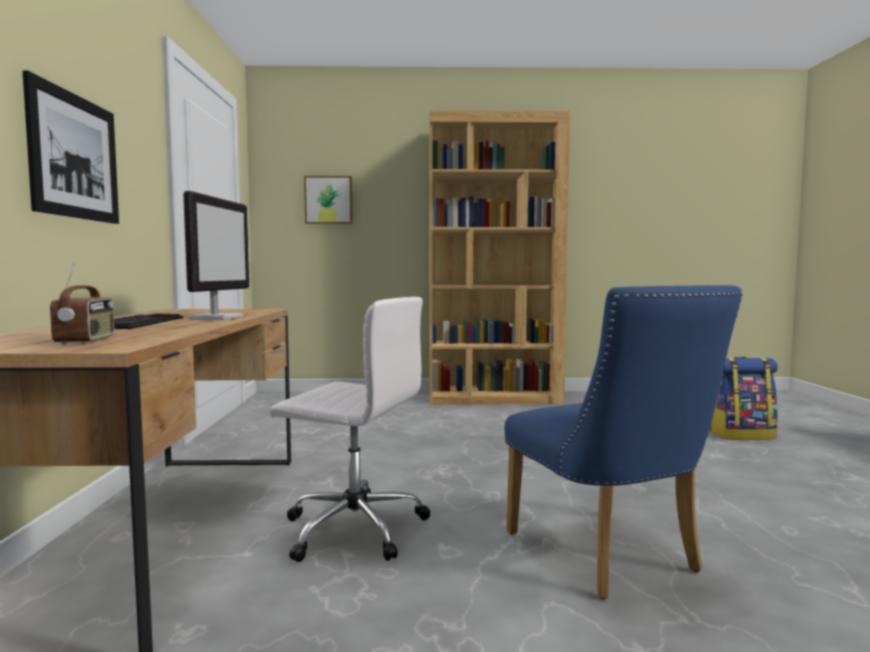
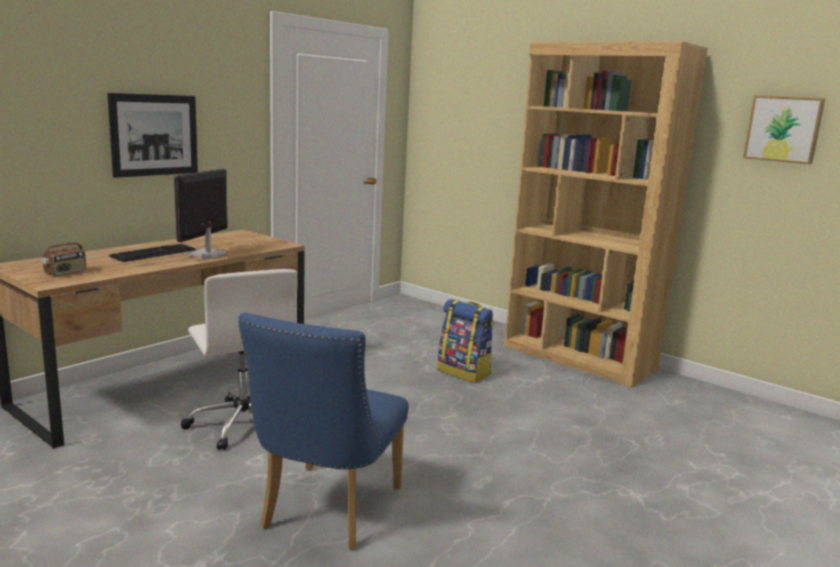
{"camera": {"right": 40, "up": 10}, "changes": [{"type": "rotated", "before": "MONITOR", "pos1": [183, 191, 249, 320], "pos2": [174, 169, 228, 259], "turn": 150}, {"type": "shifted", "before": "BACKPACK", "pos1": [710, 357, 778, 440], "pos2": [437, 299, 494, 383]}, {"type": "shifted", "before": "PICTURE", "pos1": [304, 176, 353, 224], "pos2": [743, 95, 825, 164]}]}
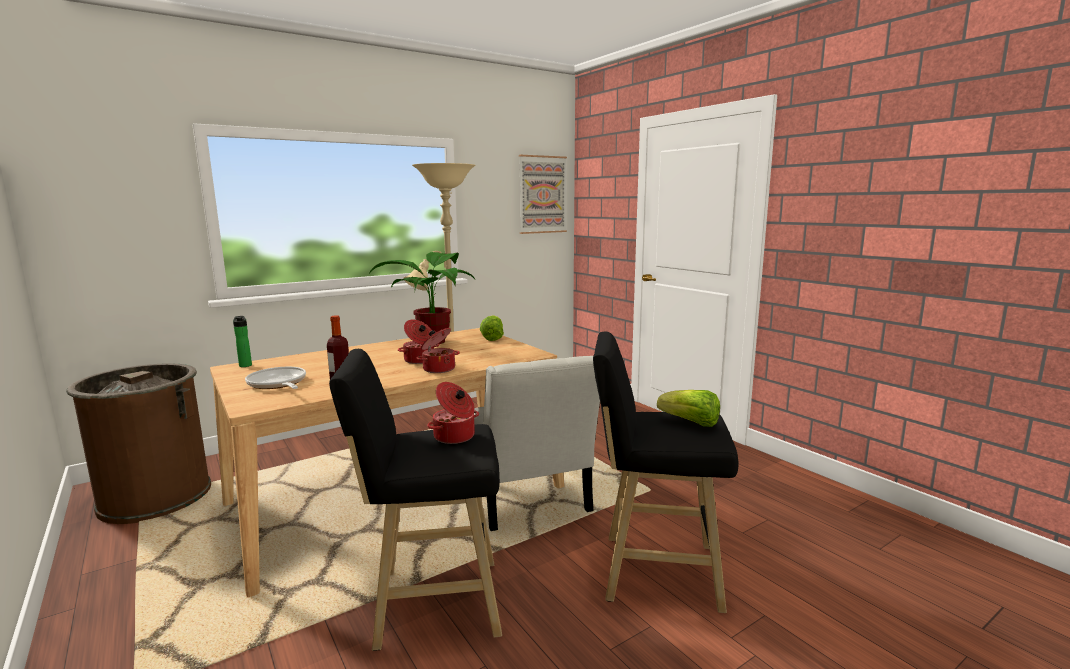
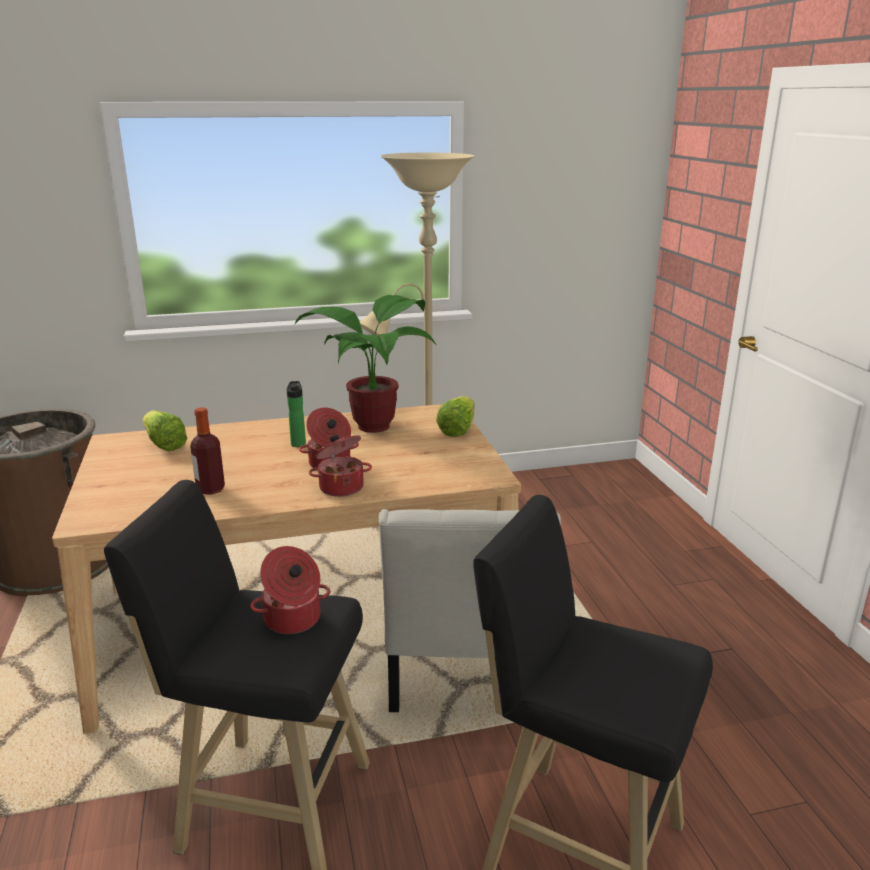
{"camera": {"right": 20, "up": 10}, "changes": [{"type": "shifted", "before": "LETTUCE", "pos1": [657, 390, 720, 427], "pos2": [143, 410, 188, 451]}, {"type": "shifted", "before": "BOTTLE", "pos1": [233, 316, 252, 367], "pos2": [287, 381, 306, 447]}, {"type": "gone", "before": "FRYING PAN", "pos1": [245, 367, 306, 389]}, {"type": "gone", "before": "PICTURE", "pos1": [519, 155, 567, 234]}]}
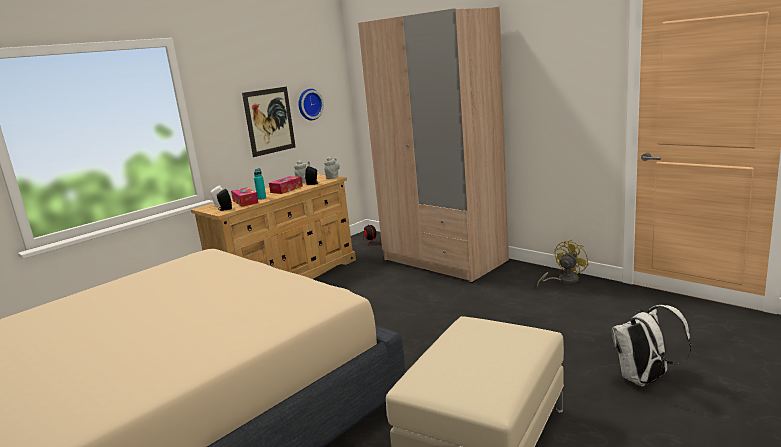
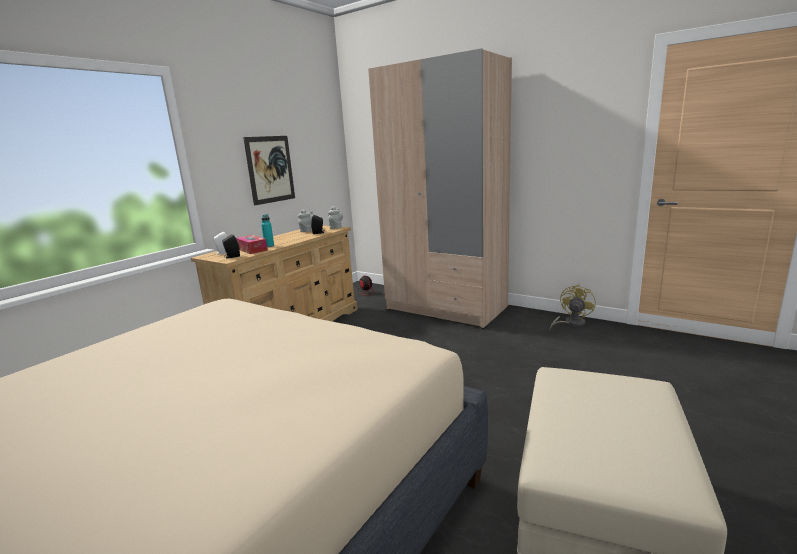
{"camera": {"right": -10, "up": 0}, "changes": [{"type": "gone", "before": "TISSUE BOX", "pos1": [269, 176, 303, 194]}, {"type": "gone", "before": "WALL CLOCK", "pos1": [298, 89, 324, 120]}, {"type": "gone", "before": "WHITE BACKPACK", "pos1": [612, 305, 691, 387]}]}
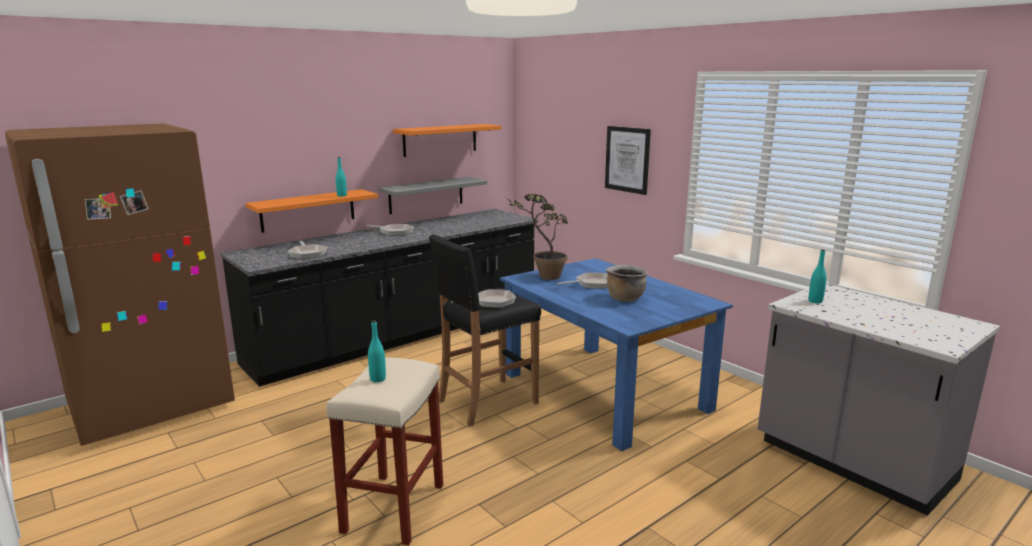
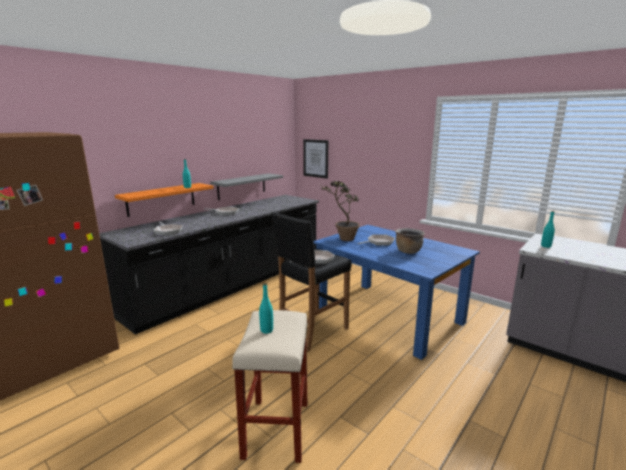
{"camera": {"right": -10, "up": 0}, "changes": [{"type": "shifted", "before": "PICTURE", "pos1": [605, 126, 651, 195], "pos2": [303, 139, 328, 179]}, {"type": "gone", "before": "ORANGE SHELF", "pos1": [393, 124, 501, 157]}]}
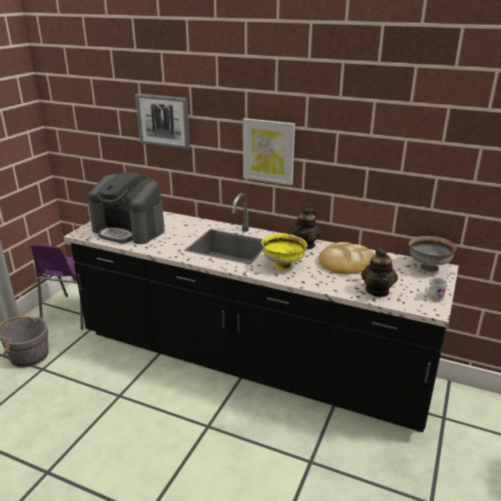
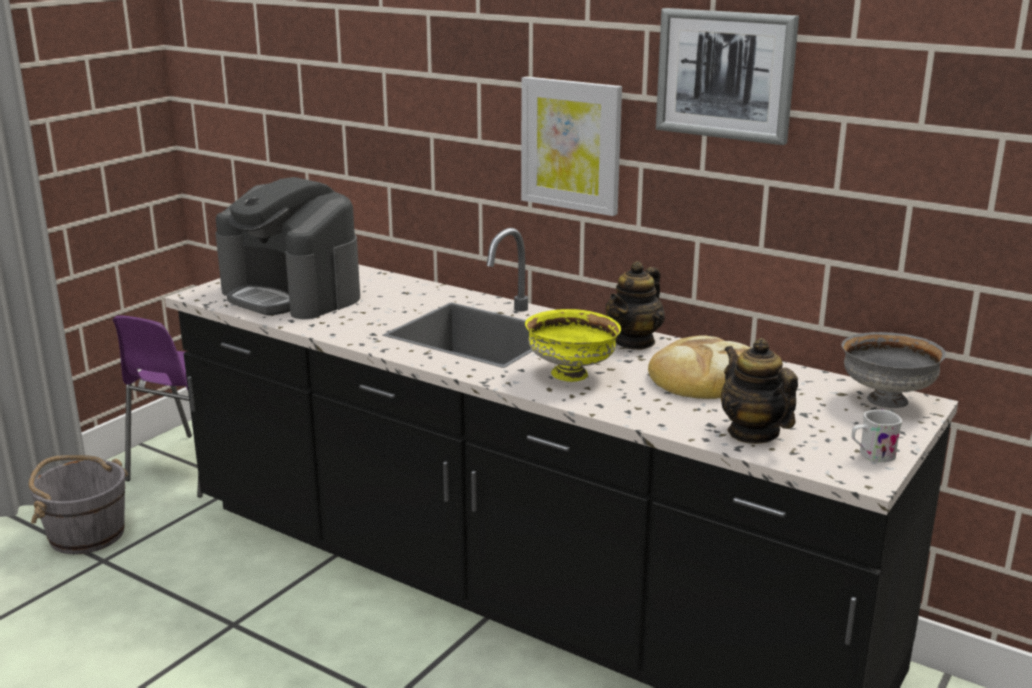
{"camera": {"right": 10, "up": -5}, "changes": [{"type": "shifted", "before": "PICTURE", "pos1": [135, 93, 190, 150], "pos2": [656, 8, 799, 145]}, {"type": "rotated", "before": "TEAPOT", "pos1": [361, 248, 398, 297], "pos2": [721, 338, 798, 444], "turn": 135}]}
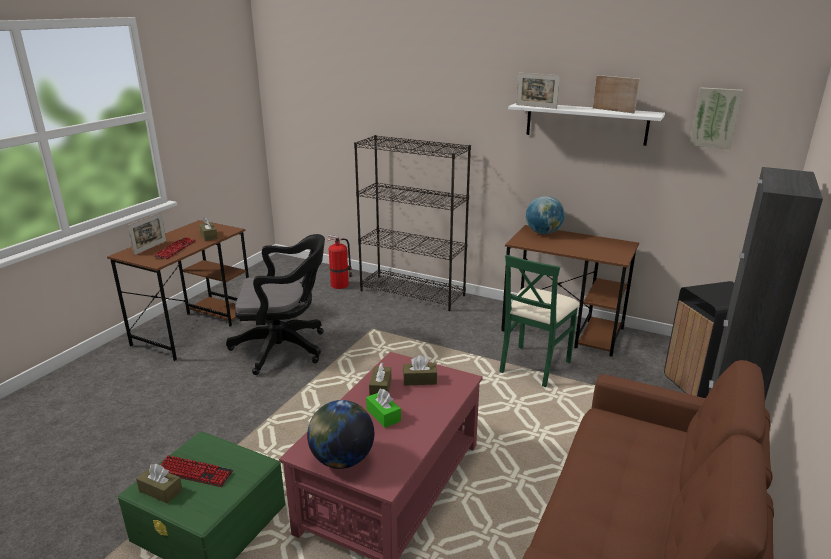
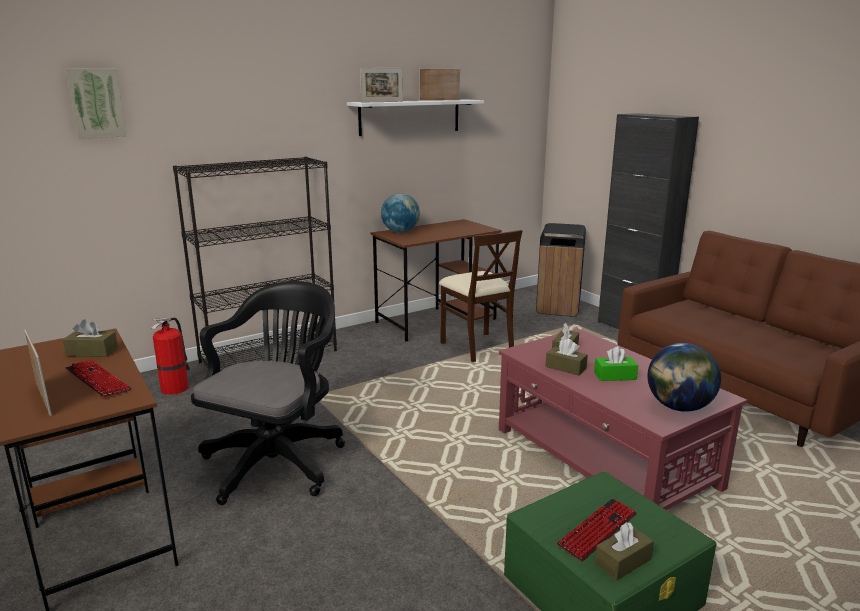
{"camera": {"right": -60, "up": -5}, "changes": [{"type": "shifted", "before": "PICTURE", "pos1": [690, 87, 743, 149], "pos2": [66, 69, 127, 139]}, {"type": "repainted", "before": "GREEN CHAIR", "after": "BEIGE CHAIR", "pos1": [499, 255, 580, 387], "pos2": [439, 230, 522, 362]}]}
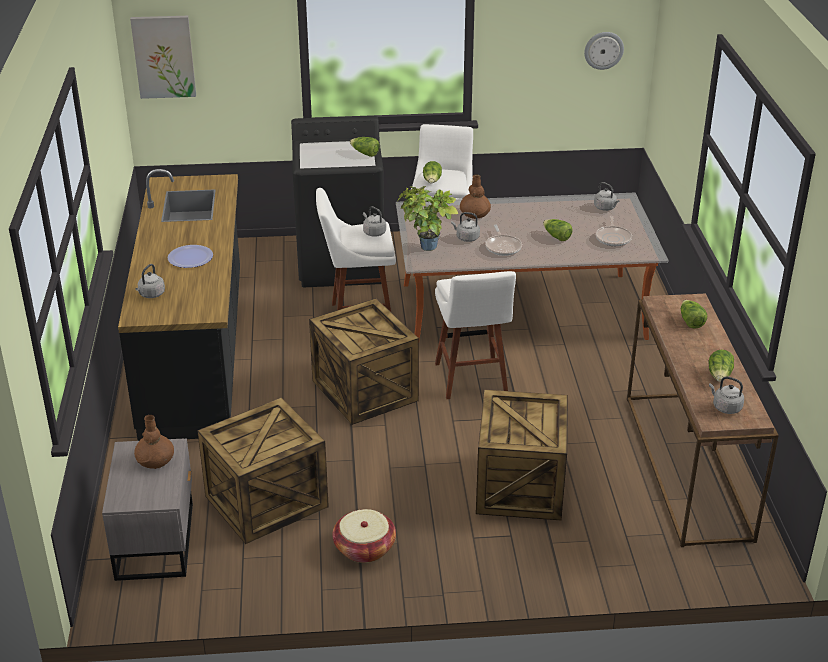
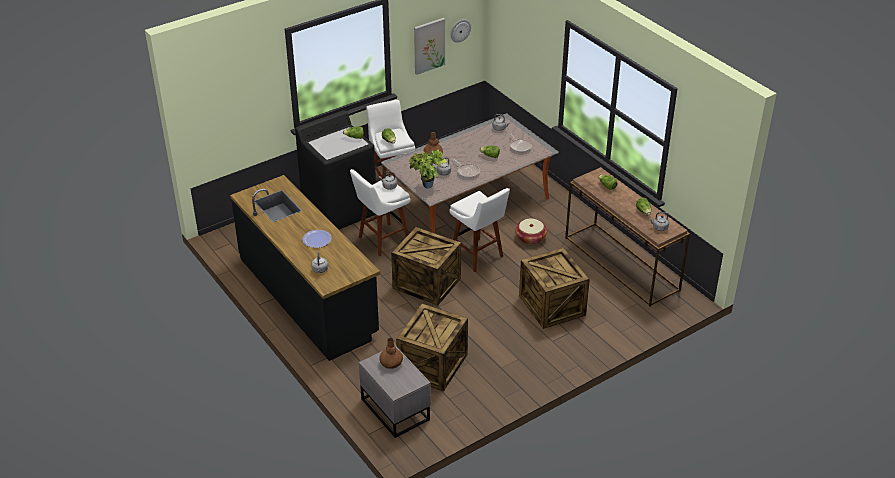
{"camera": {"right": -30, "up": 5}, "changes": [{"type": "shifted", "before": "PICTURE", "pos1": [130, 16, 196, 99], "pos2": [414, 18, 445, 75]}, {"type": "shifted", "before": "BASKET", "pos1": [332, 509, 396, 563], "pos2": [515, 218, 547, 245]}]}
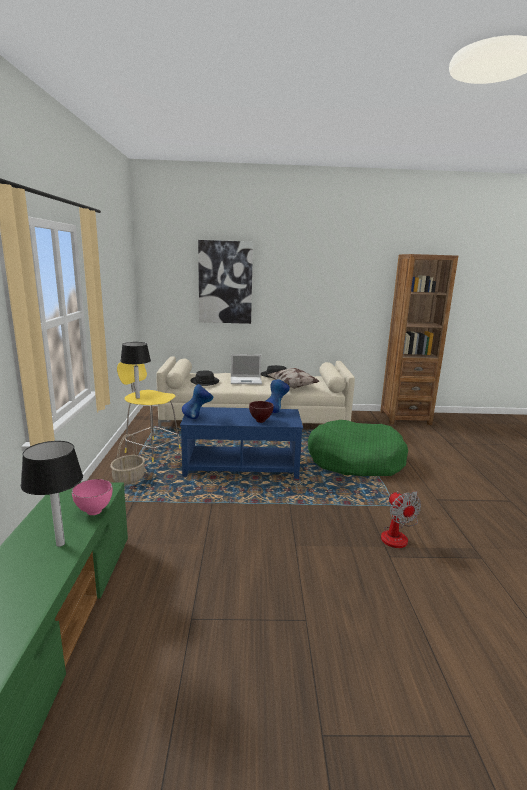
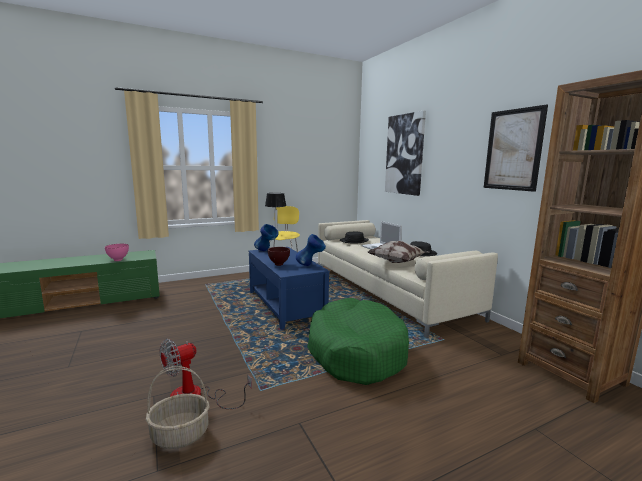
{"camera": {"right": 65, "up": -5}, "changes": [{"type": "shifted", "before": "BASKET", "pos1": [110, 434, 145, 485], "pos2": [146, 366, 209, 449]}, {"type": "new", "after": "PICTURE", "pos2": [484, 105, 548, 192]}, {"type": "gone", "before": "TABLE LAMP", "pos1": [21, 441, 83, 547]}]}
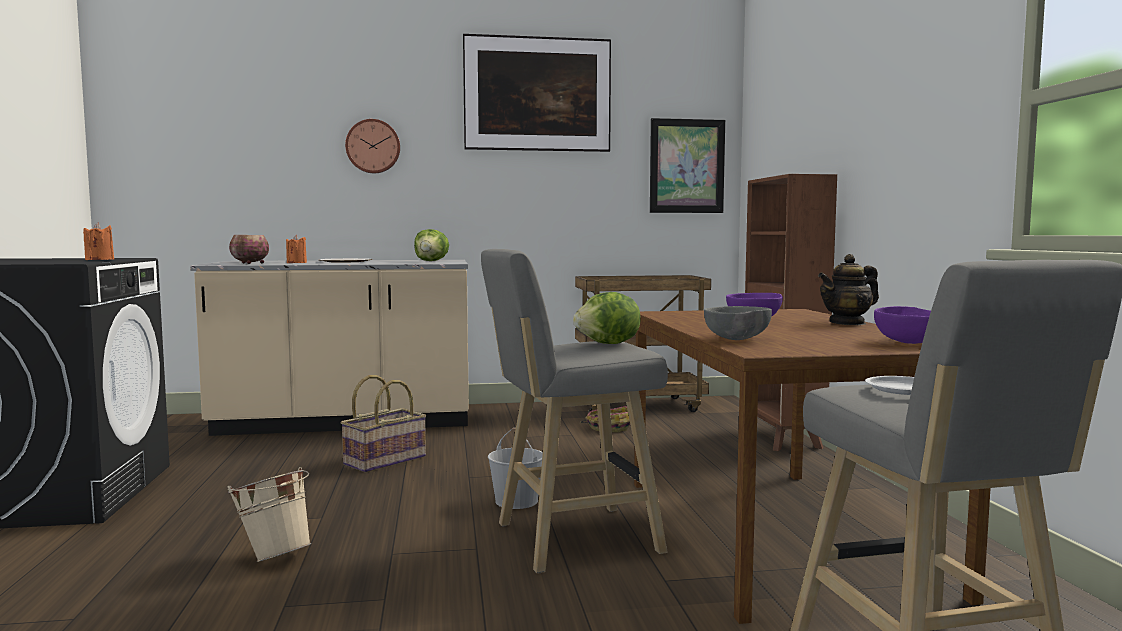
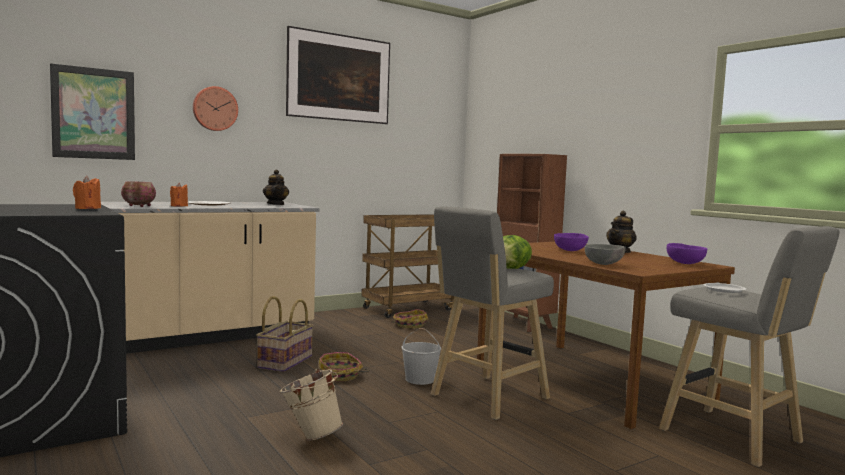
{"camera": {"right": -25, "up": 0}, "changes": [{"type": "shifted", "before": "PICTURE", "pos1": [650, 118, 725, 213], "pos2": [50, 63, 135, 160]}, {"type": "swapped", "before": "LETTUCE", "after": "TEAPOT", "pos1": [414, 229, 449, 261], "pos2": [263, 170, 289, 205]}, {"type": "new", "after": "BASKET", "pos2": [318, 352, 368, 382]}]}
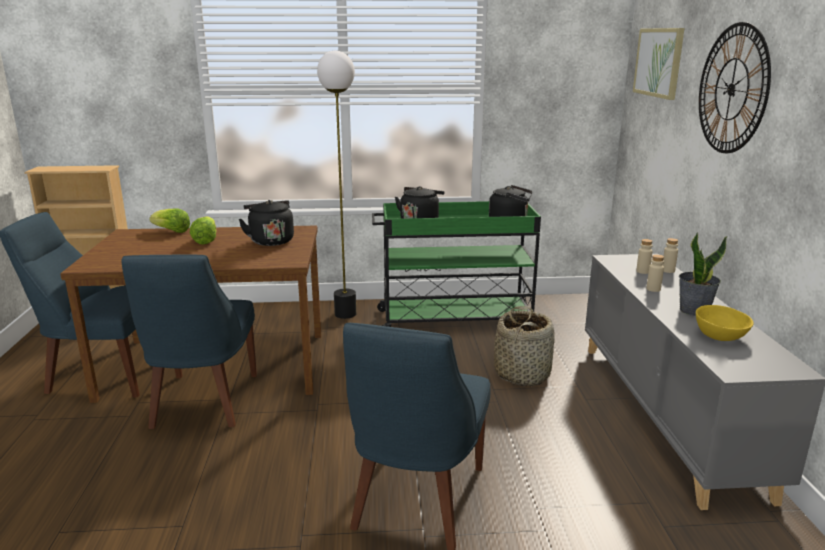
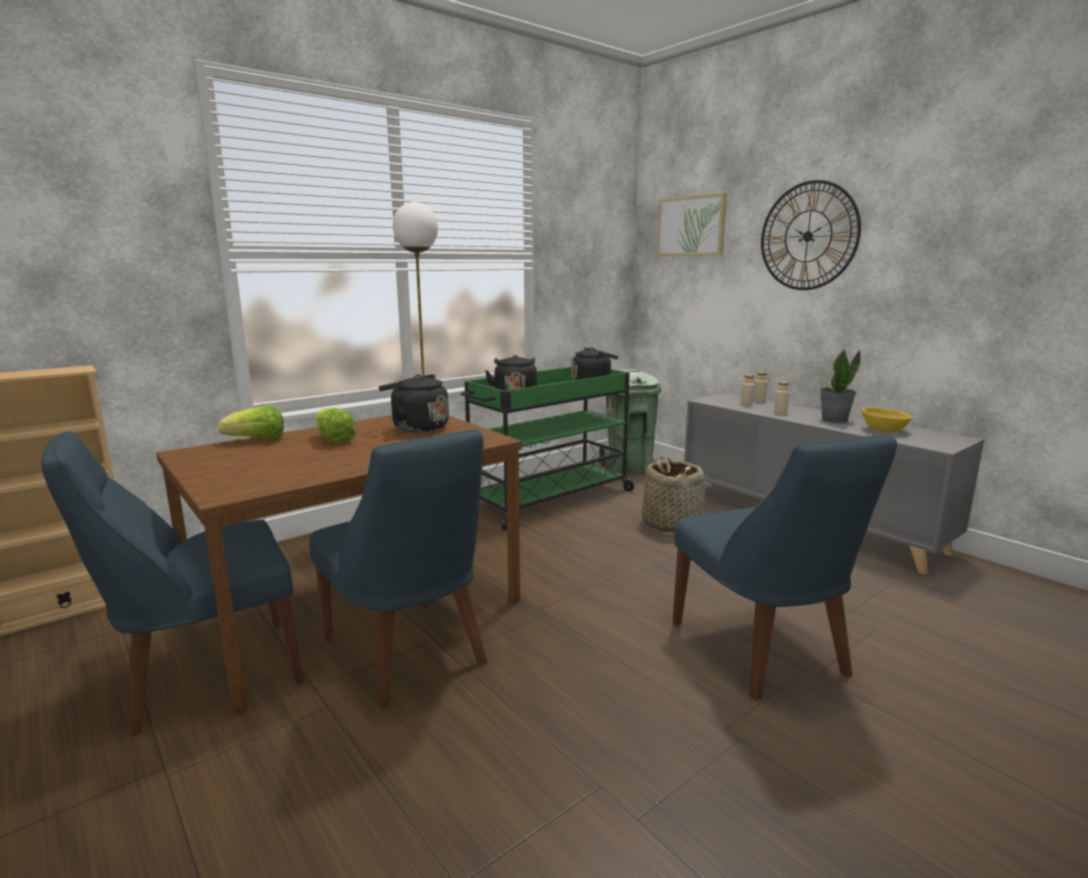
{"camera": {"right": -35, "up": -5}, "changes": [{"type": "new", "after": "GREEN TRASH CAN", "pos2": [599, 369, 661, 473]}]}
